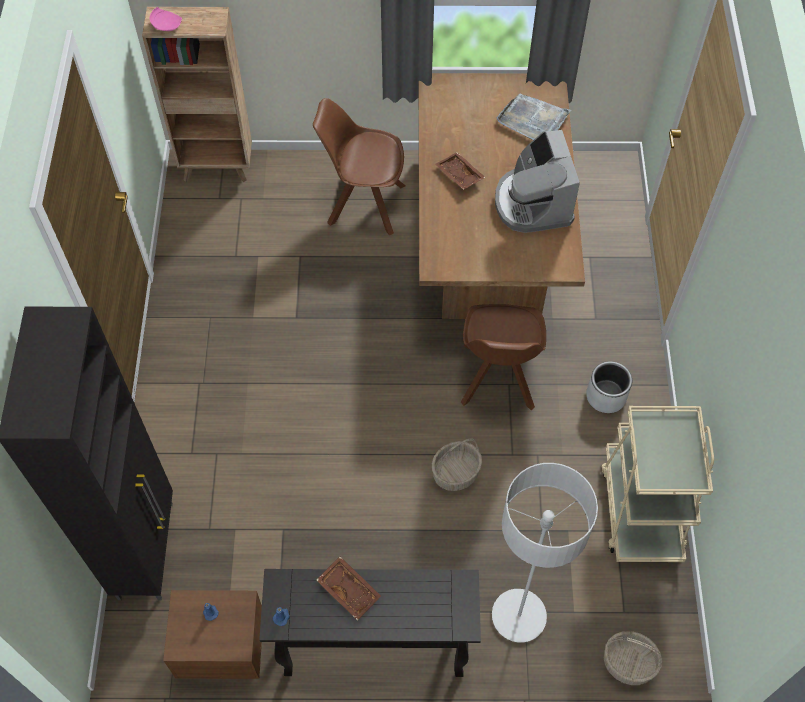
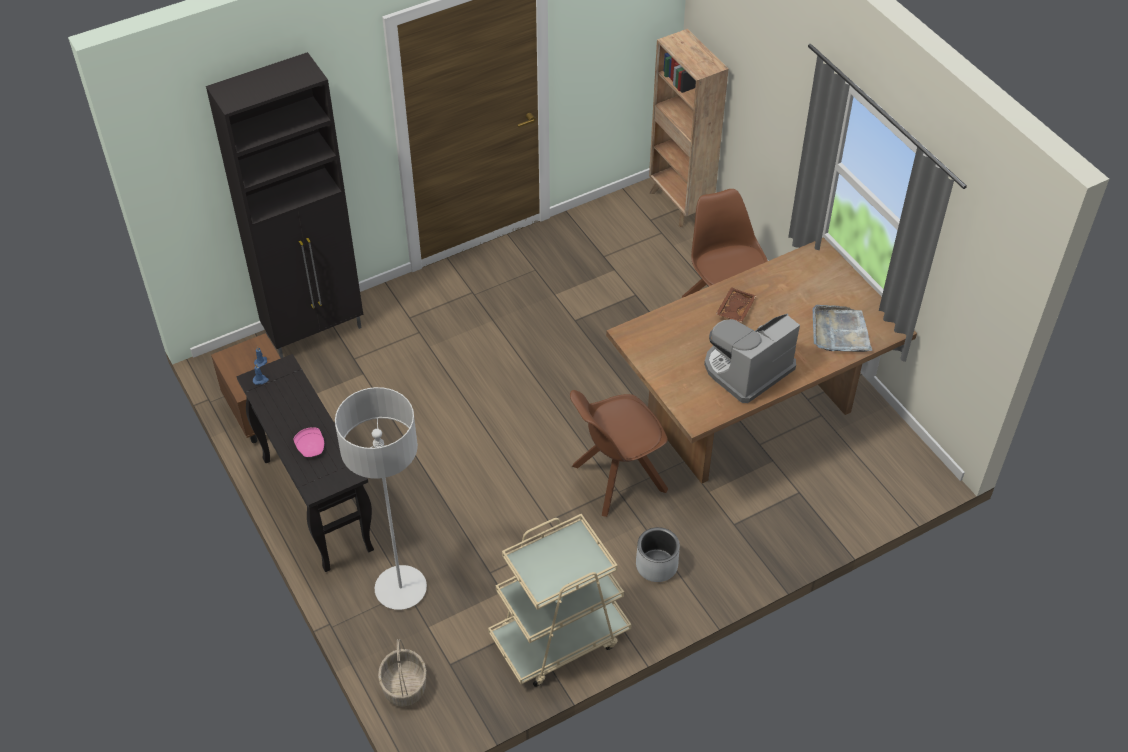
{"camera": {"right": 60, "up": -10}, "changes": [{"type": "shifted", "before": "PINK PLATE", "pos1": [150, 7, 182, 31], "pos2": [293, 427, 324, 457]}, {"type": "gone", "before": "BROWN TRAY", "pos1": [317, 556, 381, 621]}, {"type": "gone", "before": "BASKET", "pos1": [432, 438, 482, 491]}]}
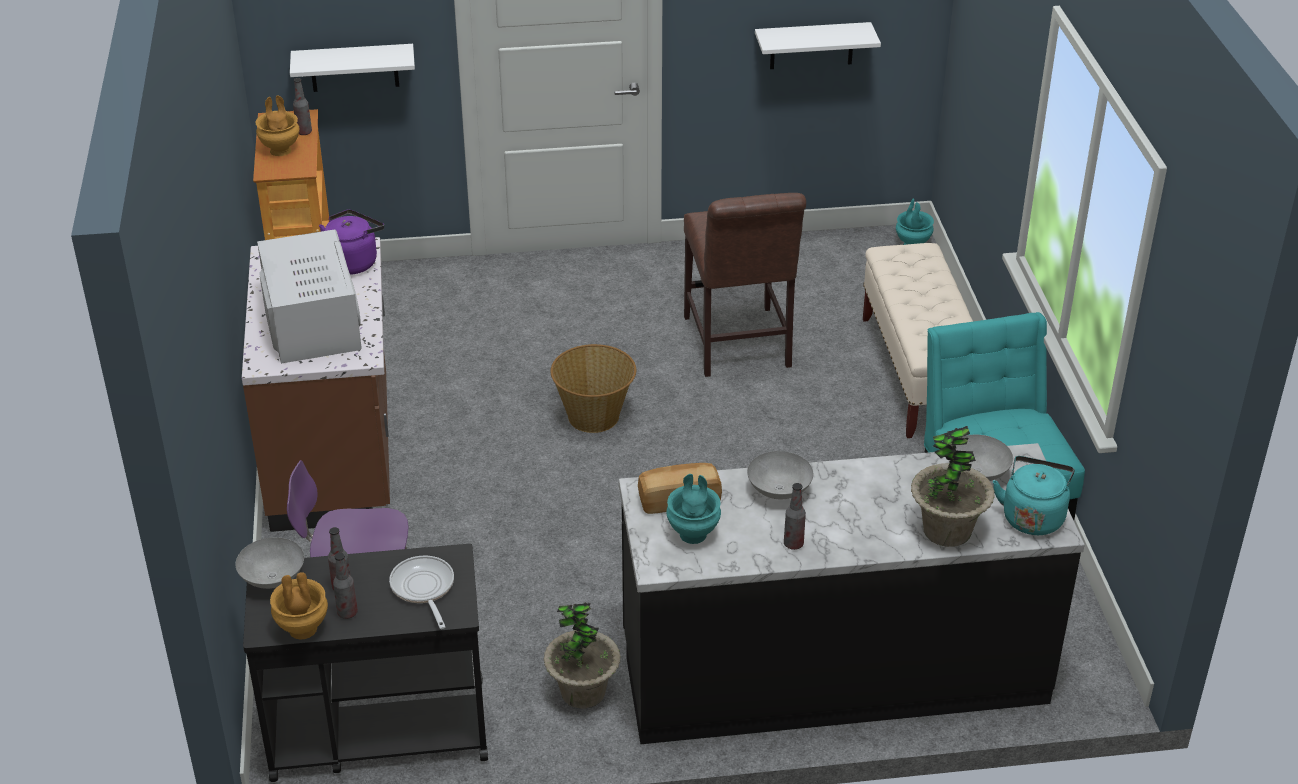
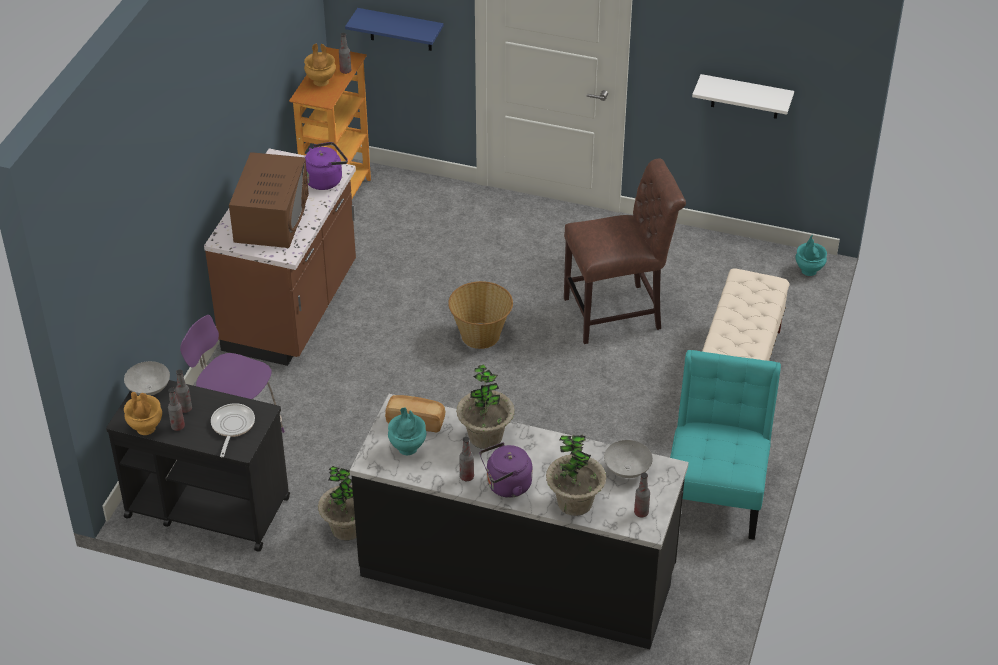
{"camera": {"right": 25, "up": 5}, "changes": [{"type": "repainted", "before": "WHITE MICROWAVE", "after": "BROWN MICROWAVE", "pos1": [257, 229, 362, 364], "pos2": [229, 152, 309, 248]}, {"type": "repainted", "before": "WHITE SHELF", "after": "BLUE SHELF", "pos1": [290, 44, 415, 92], "pos2": [345, 8, 443, 51]}, {"type": "swapped", "before": "GREY BOWL", "after": "POTTED PLANT", "pos1": [747, 451, 813, 499], "pos2": [456, 365, 515, 449]}, {"type": "new", "after": "PURPLE KETTLE", "pos2": [480, 442, 532, 498]}, {"type": "rotated", "before": "BROWN CHAIR", "pos1": [684, 193, 806, 377], "pos2": [564, 159, 686, 344], "turn": -120}, {"type": "swapped", "before": "TURQUOISE KETTLE", "after": "BOTTLE", "pos1": [993, 456, 1075, 535], "pos2": [634, 473, 650, 517]}]}
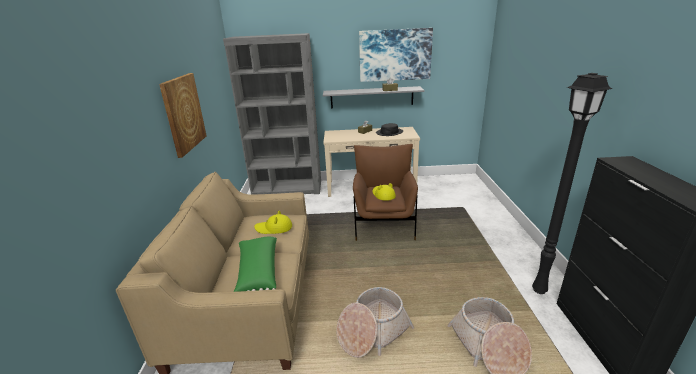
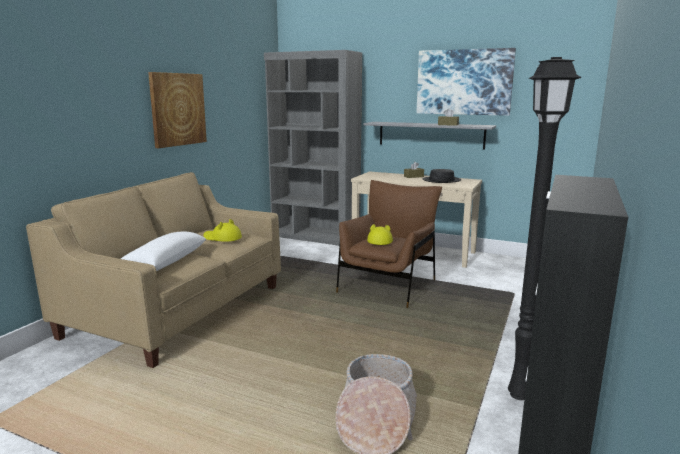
{"camera": {"right": 25, "up": -10}, "changes": [{"type": "repainted", "before": "GREEN PILLOW", "after": "WHITE PILLOW", "pos1": [233, 237, 277, 292], "pos2": [121, 232, 206, 271]}, {"type": "gone", "before": "BASKET", "pos1": [336, 287, 414, 358]}]}
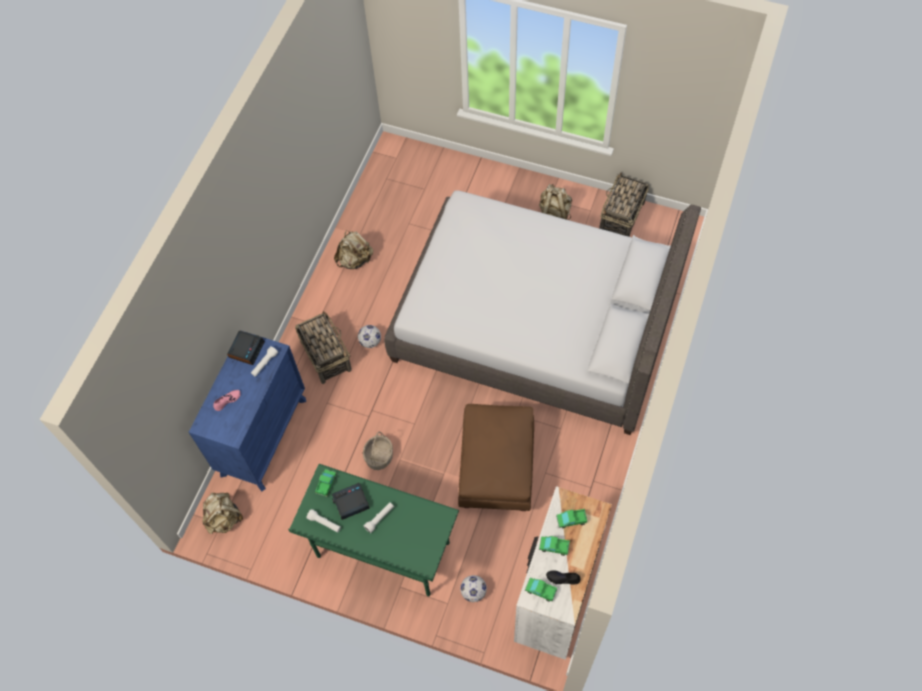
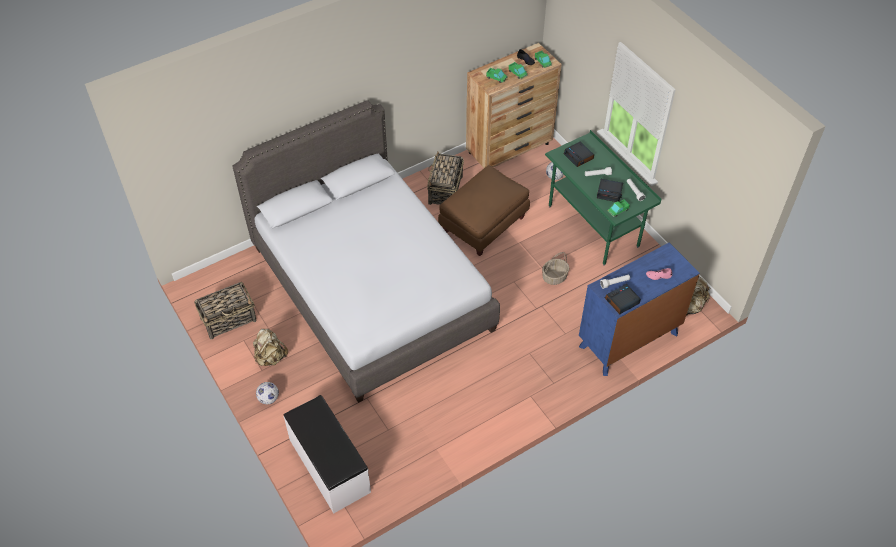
{"camera": {"right": -145, "up": -10}, "changes": [{"type": "shifted", "before": "FOOTBALL", "pos1": [358, 325, 381, 348], "pos2": [256, 382, 279, 404]}, {"type": "new", "after": "WHITE BENCH", "pos2": [284, 395, 371, 513]}, {"type": "shifted", "before": "BASKET", "pos1": [295, 311, 352, 384], "pos2": [427, 152, 464, 205]}, {"type": "repainted", "before": "WHITE DRESSER", "after": "BROWN DRESSER", "pos1": [514, 486, 612, 660], "pos2": [466, 43, 562, 168]}, {"type": "new", "after": "ALARM CLOCK", "pos2": [564, 142, 594, 167]}, {"type": "gone", "before": "BEIGE BACKPACK", "pos1": [334, 230, 373, 269]}]}
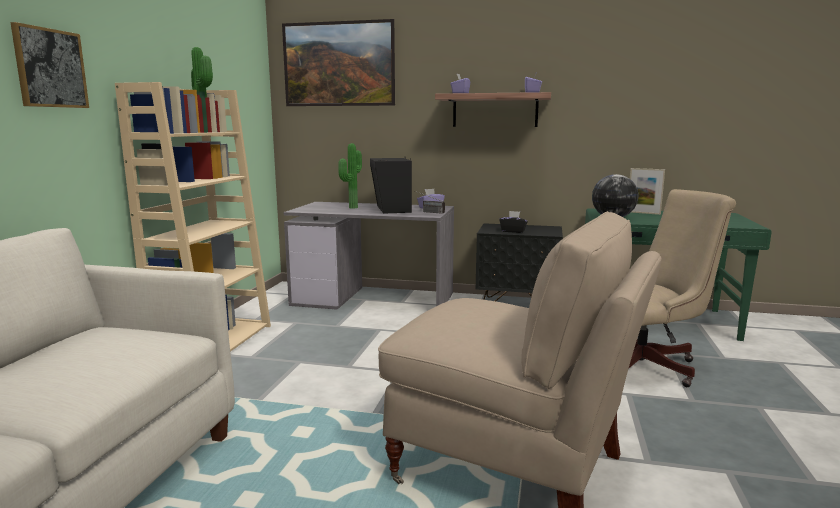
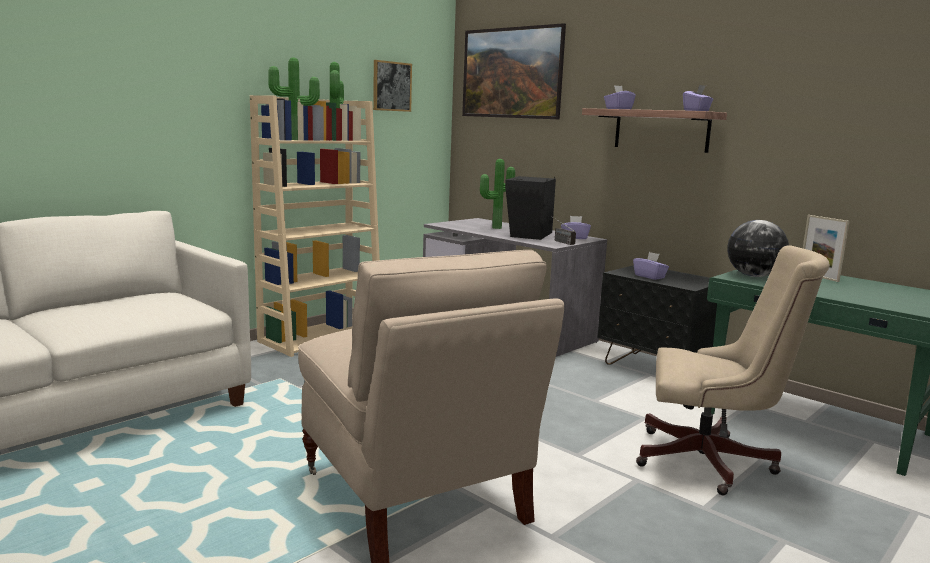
{"camera": {"right": 30, "up": 0}, "changes": [{"type": "new", "after": "POTTED PLANT", "pos2": [268, 57, 320, 140]}, {"type": "shifted", "before": "PICTURE", "pos1": [10, 22, 89, 108], "pos2": [373, 60, 412, 112]}, {"type": "repainted", "before": "BLACK TISSUE BOX", "after": "PURPLE TISSUE BOX", "pos1": [499, 211, 528, 233], "pos2": [633, 252, 669, 280]}]}
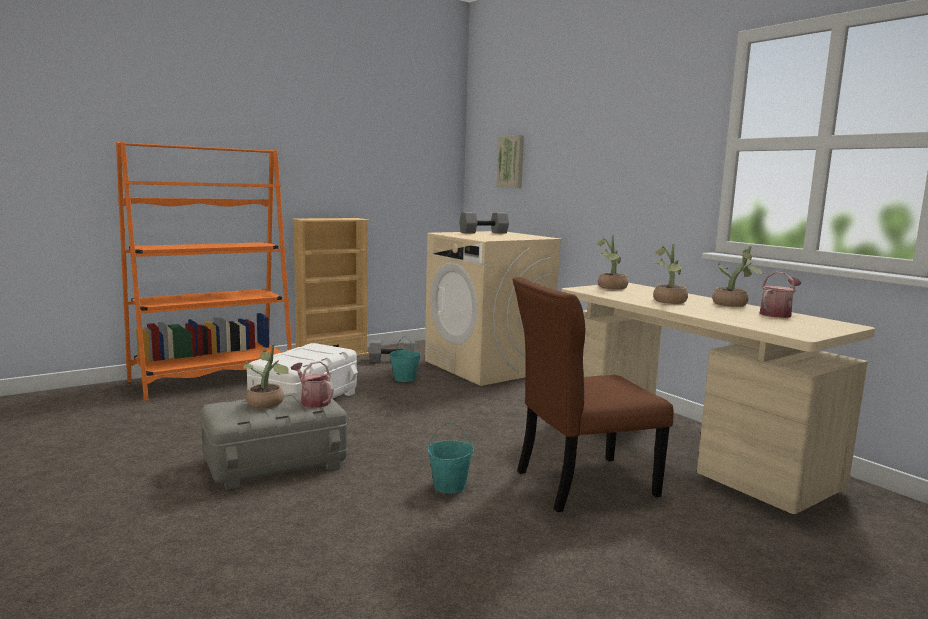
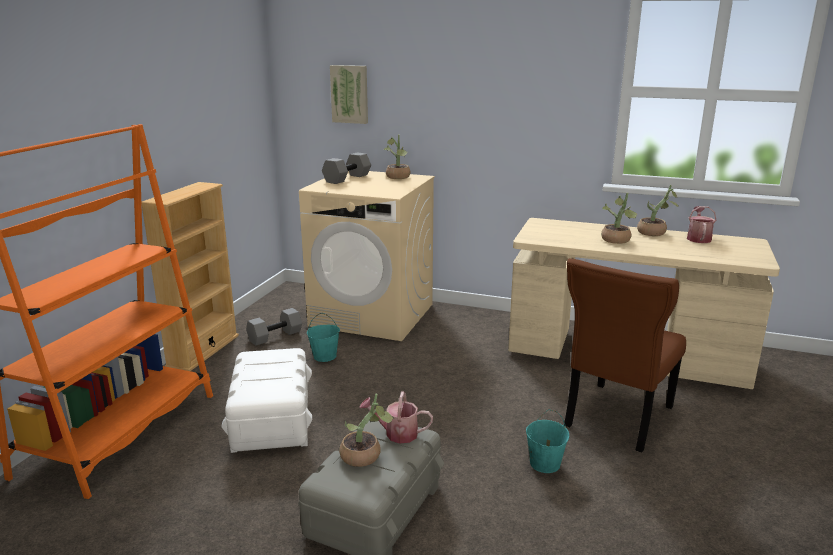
{"camera": {"right": -35, "up": 10}, "changes": [{"type": "shifted", "before": "POTTED PLANT", "pos1": [597, 235, 628, 290], "pos2": [384, 134, 411, 179]}]}
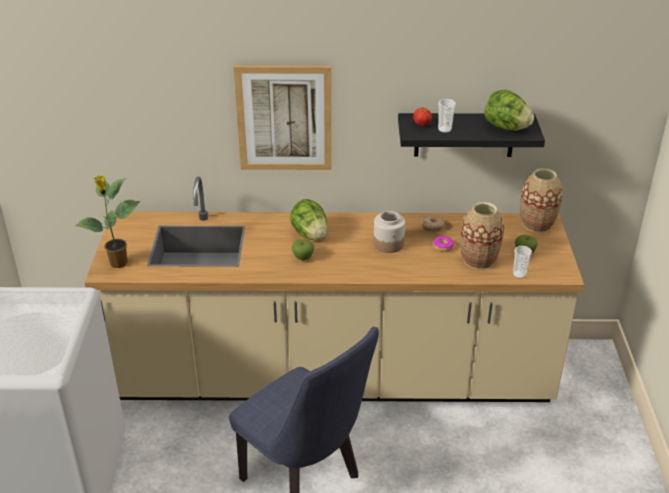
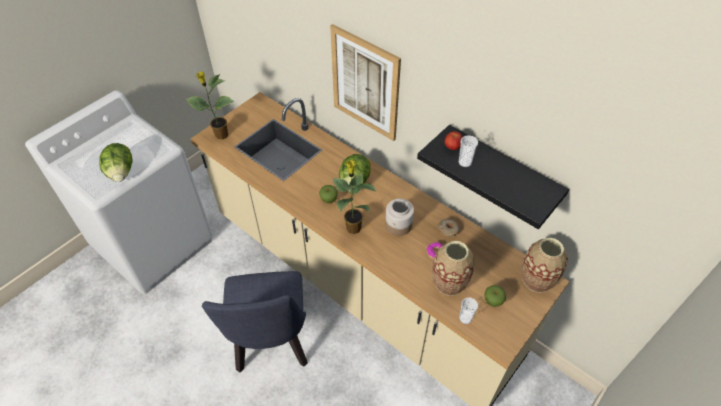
{"camera": {"right": 40, "up": 15}, "changes": [{"type": "shifted", "before": "LETTUCE", "pos1": [485, 90, 534, 131], "pos2": [99, 143, 133, 182]}, {"type": "new", "after": "POTTED PLANT", "pos2": [332, 160, 376, 234]}]}
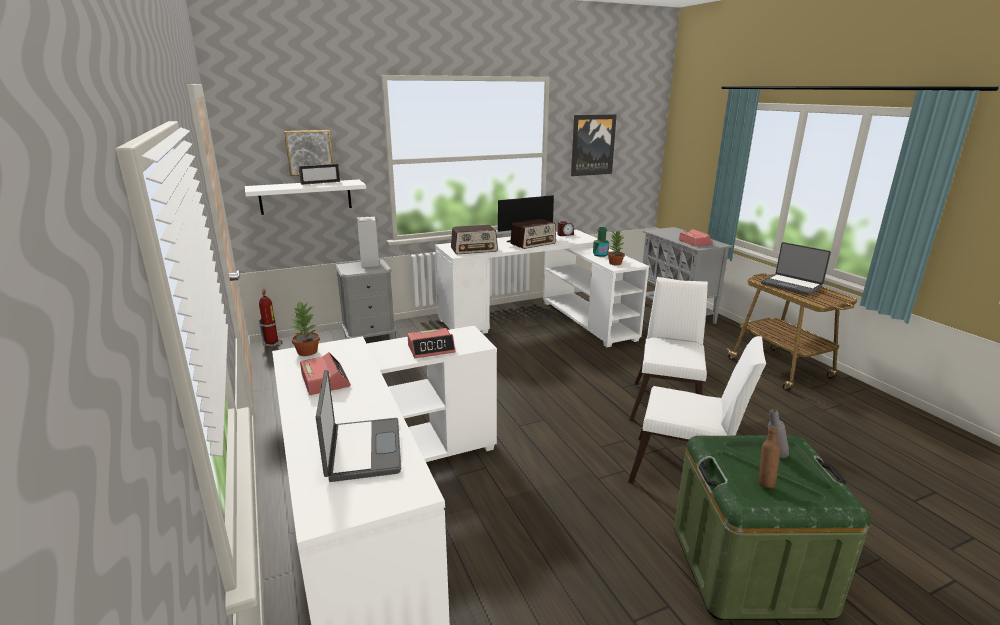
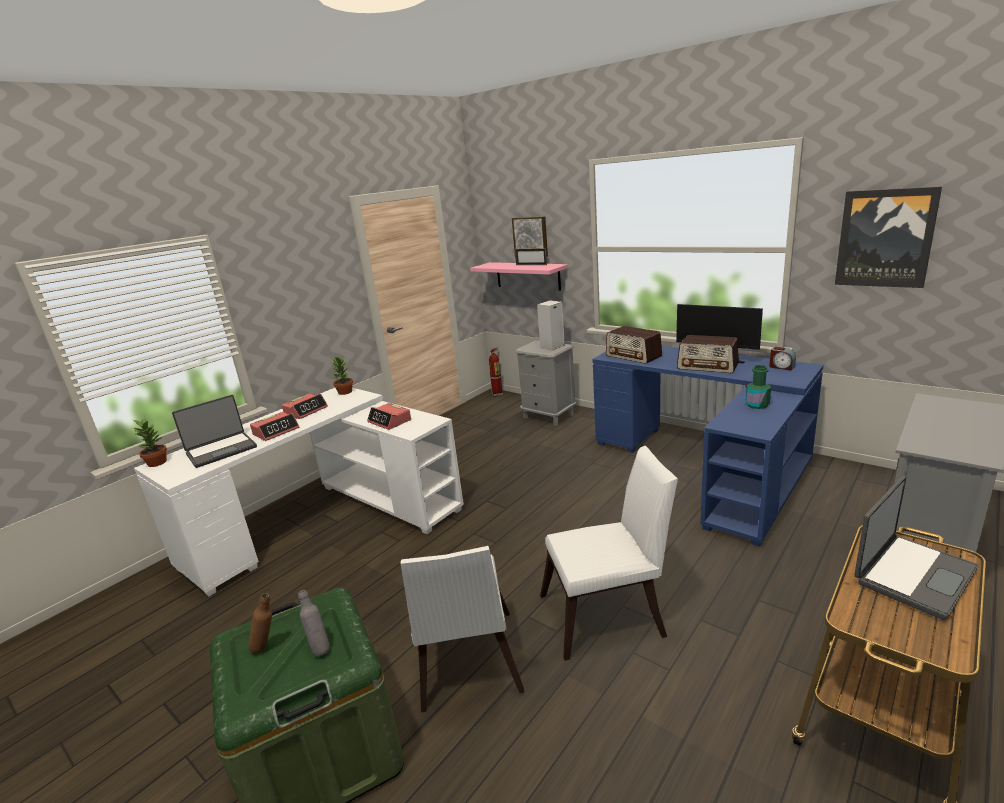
{"camera": {"right": 65, "up": 0}, "changes": [{"type": "shifted", "before": "POTTED PLANT", "pos1": [607, 230, 625, 265], "pos2": [132, 417, 167, 467]}, {"type": "shifted", "before": "ALARM CLOCK", "pos1": [679, 229, 712, 246], "pos2": [250, 412, 299, 441]}, {"type": "repainted", "before": "WHITE SHELF", "after": "PINK SHELF", "pos1": [245, 180, 366, 215], "pos2": [470, 262, 568, 291]}, {"type": "repainted", "before": "WHITE DESK", "after": "BLUE DESK", "pos1": [435, 230, 649, 347], "pos2": [592, 346, 824, 547]}, {"type": "rotated", "before": "LAPTOP", "pos1": [761, 242, 831, 295], "pos2": [854, 476, 979, 620], "turn": -150}]}
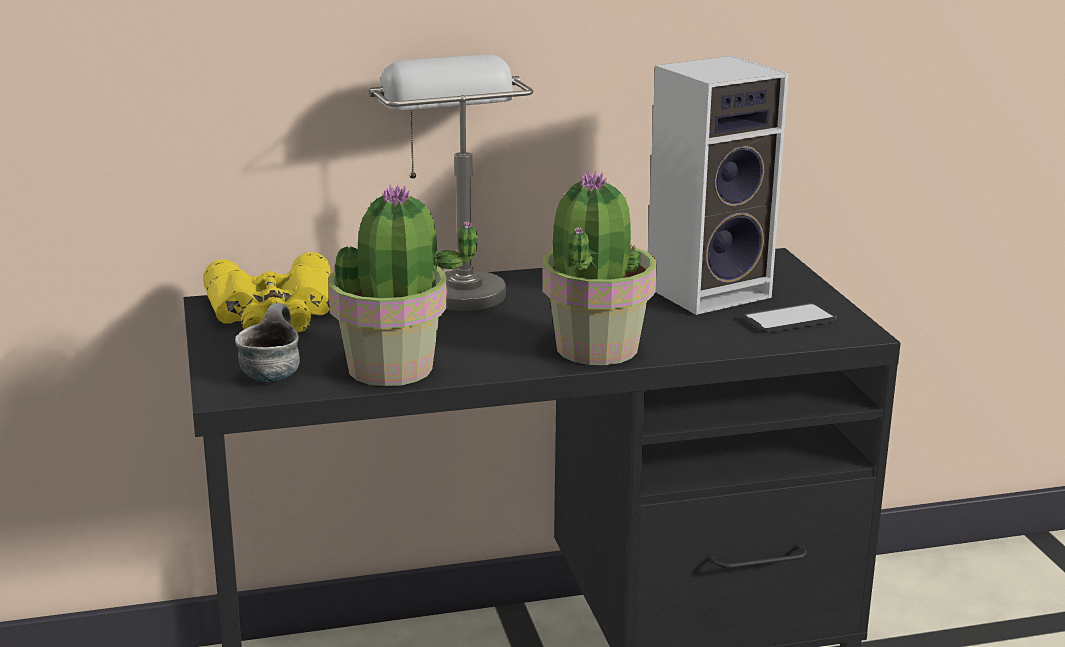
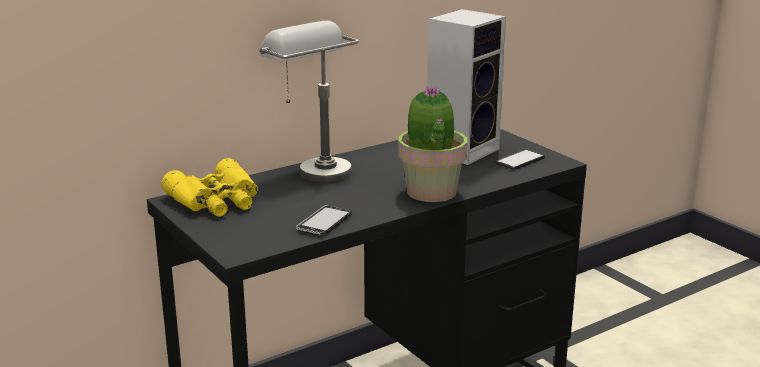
{"camera": {"right": -20, "up": 0}, "changes": [{"type": "swapped", "before": "POTTED PLANT", "after": "PHONE", "pos1": [328, 184, 479, 386], "pos2": [296, 205, 352, 236]}, {"type": "gone", "before": "MUG", "pos1": [235, 303, 300, 383]}]}
